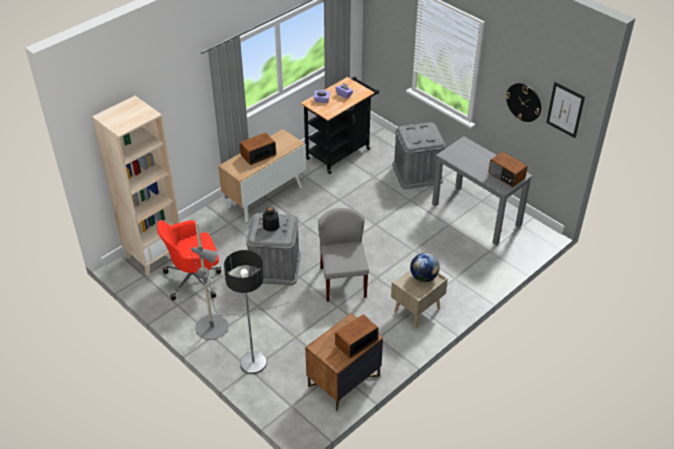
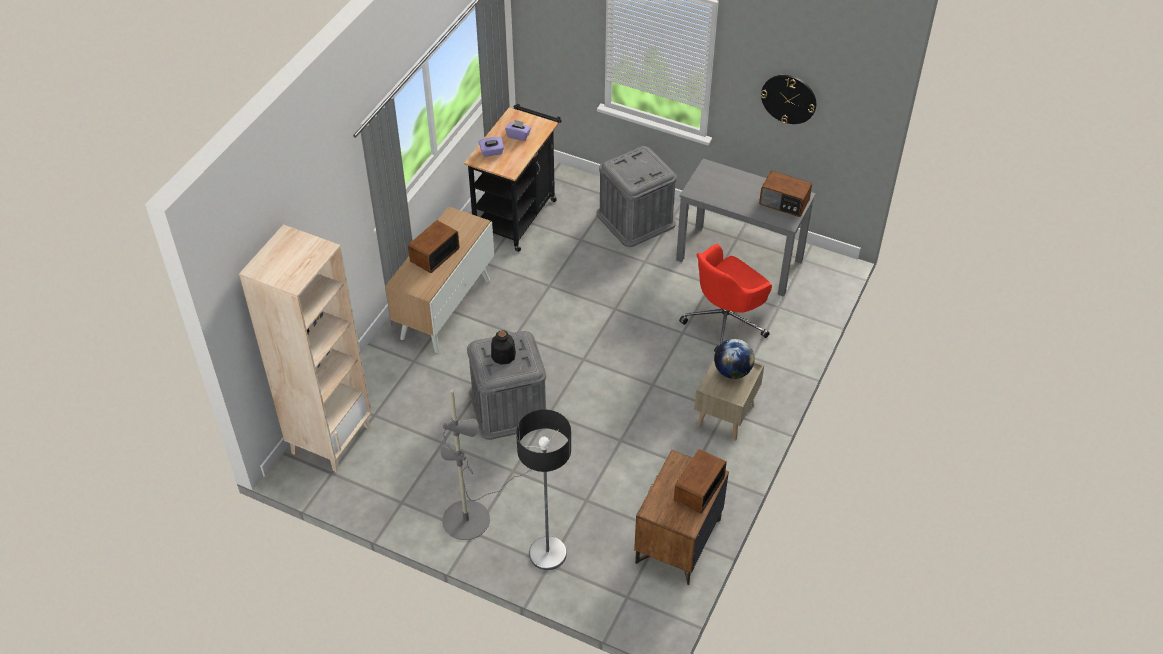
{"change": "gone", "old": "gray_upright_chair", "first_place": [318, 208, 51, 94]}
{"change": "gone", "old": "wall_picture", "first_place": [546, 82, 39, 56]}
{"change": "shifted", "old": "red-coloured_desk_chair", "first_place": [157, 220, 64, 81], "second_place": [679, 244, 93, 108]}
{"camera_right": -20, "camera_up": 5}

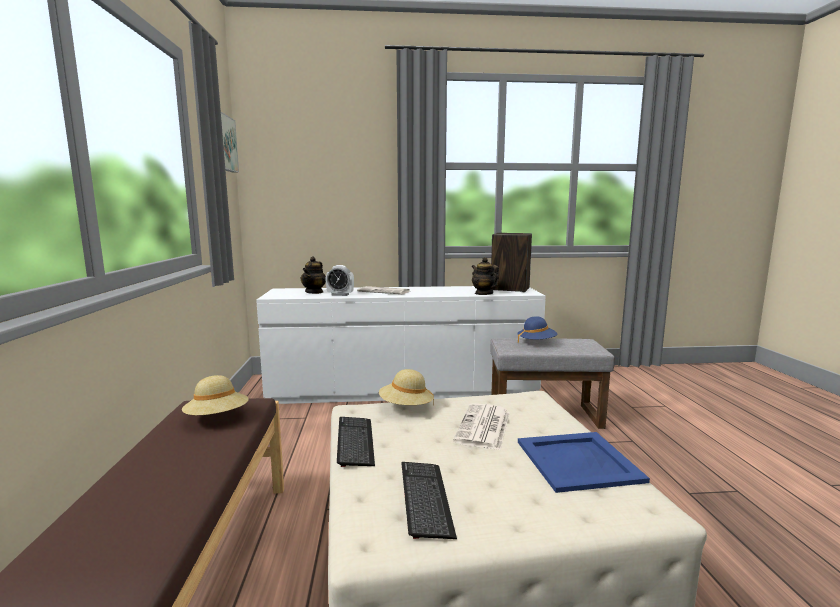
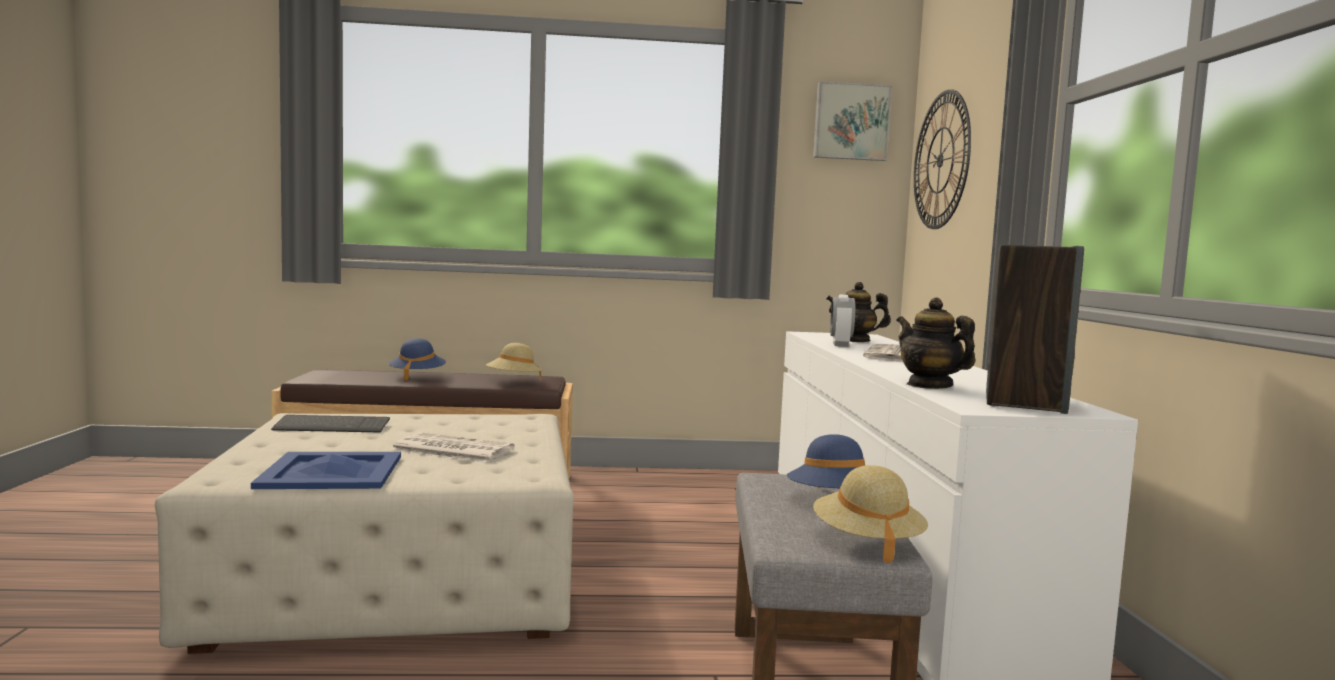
{"change": "gone", "old": "keyboard", "first_place": [337, 417, 38, 50]}
{"change": "new", "new": "blue-coloured_hat", "second_place": [389, 338, 57, 43]}
{"change": "new", "new": "clock_on_the_wall", "second_place": [914, 89, 57, 140]}
{"change": "shifted", "old": "beige_hat", "first_place": [379, 369, 55, 36], "second_place": [813, 465, 115, 99]}
{"change": "rotated", "old": "pot_for_tea", "first_place": [472, 257, 27, 38], "second_place": [896, 298, 79, 91], "degrees": -90}
{"camera_right": 90, "camera_up": -5}

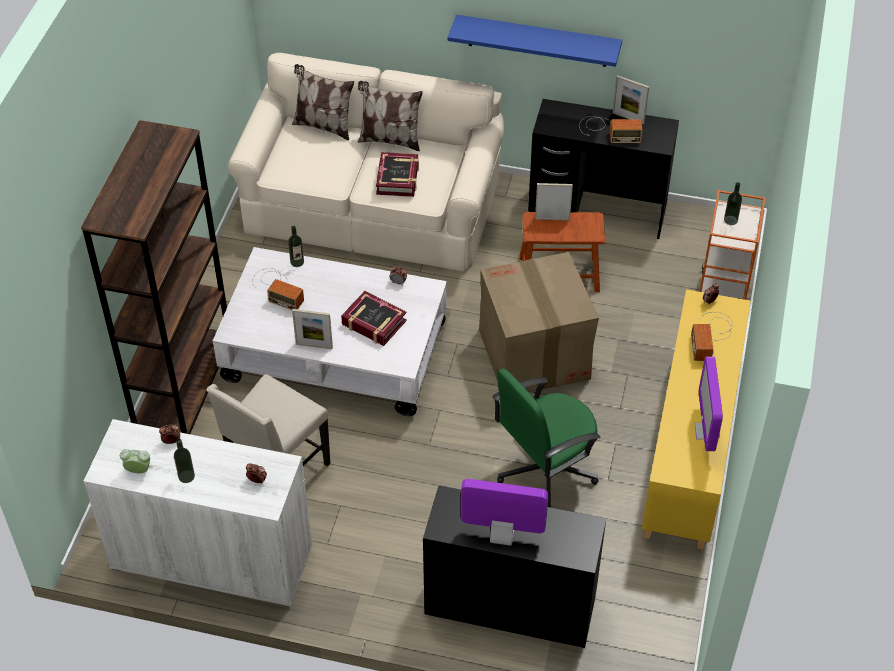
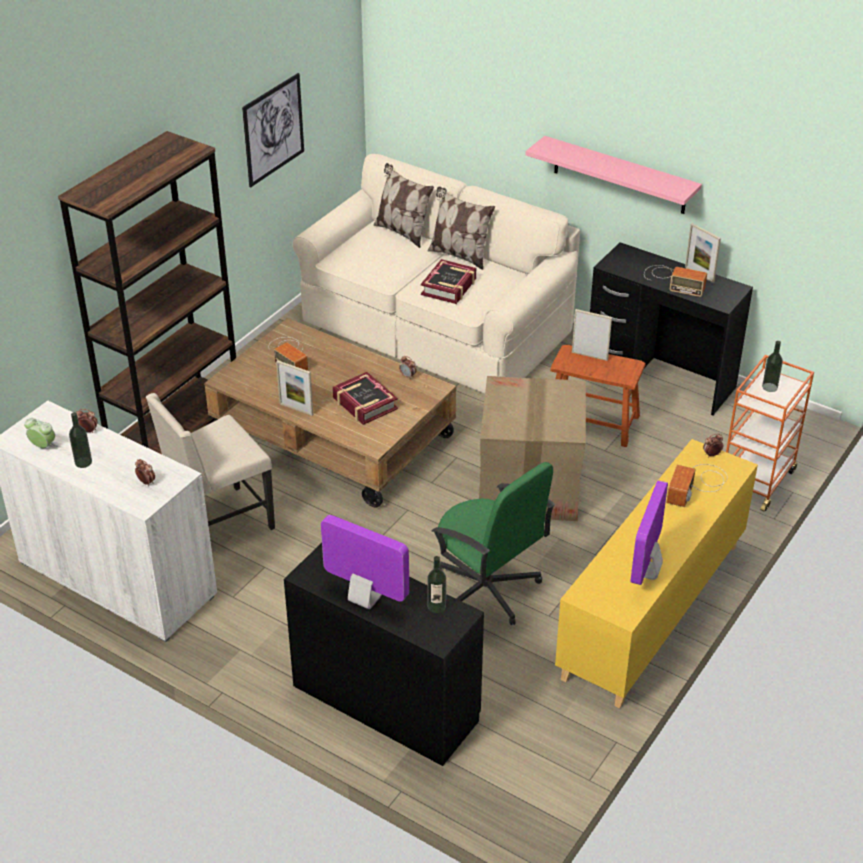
{"change": "new", "new": "wall_picture", "second_place": [242, 73, 62, 114]}
{"change": "shifted", "old": "drink_bottle", "first_place": [288, 226, 16, 41], "second_place": [427, 556, 19, 57]}
{"change": "repainted", "old": "whitish_lounge_table", "new": "brown-coloured_lounge_table", "first_place": [213, 247, 234, 169], "second_place": [204, 318, 252, 190]}
{"change": "repainted", "old": "blue-coloured_shelf", "new": "pink_shelf", "first_place": [448, 15, 174, 52], "second_place": [526, 136, 176, 78]}
{"change": "rotated", "old": "green_desk_chair", "first_place": [492, 369, 109, 138], "second_place": [431, 462, 124, 163], "degrees": -120}
{"camera_right": 20, "camera_up": -10}

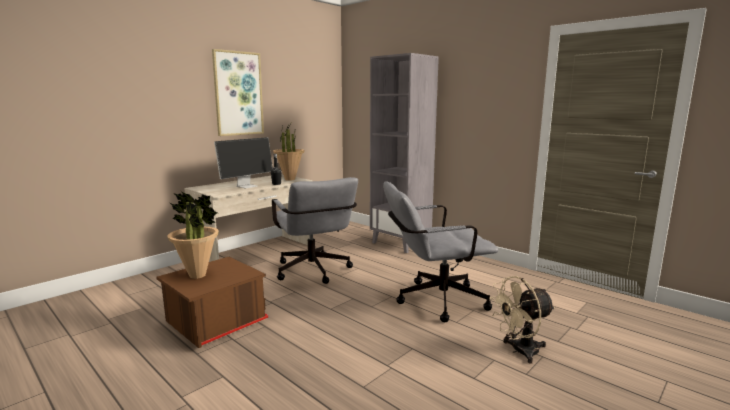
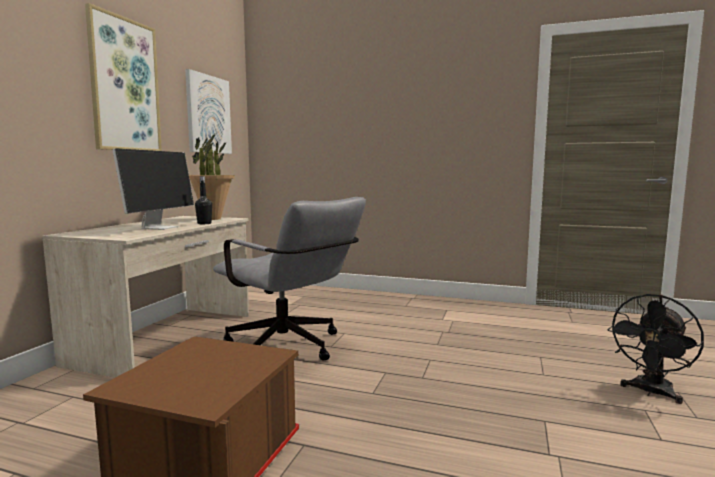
{"change": "gone", "old": "plant_in_a_pot", "first_place": [167, 191, 52, 88]}
{"change": "gone", "old": "gray_bookcase", "first_place": [370, 53, 69, 200]}
{"change": "gone", "old": "gray_desk_chair", "first_place": [383, 181, 115, 141]}
{"change": "new", "new": "wall_picture", "second_place": [185, 69, 47, 85]}
{"change": "repainted", "old": "beige_fan", "new": "black_fan", "first_place": [489, 276, 66, 88], "second_place": [608, 294, 96, 110]}
{"camera_right": -25, "camera_up": -5}

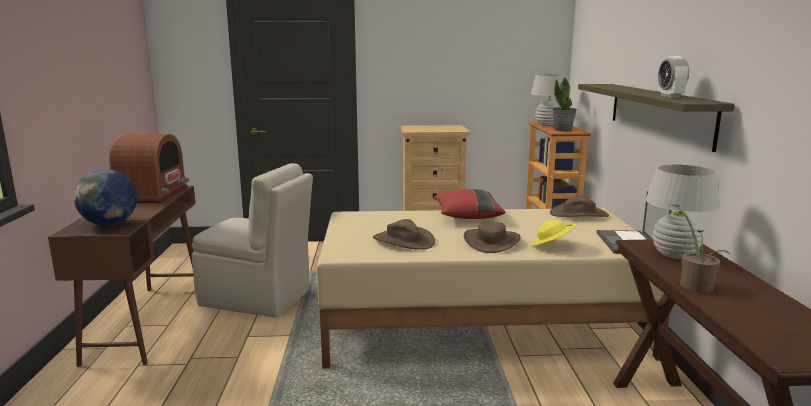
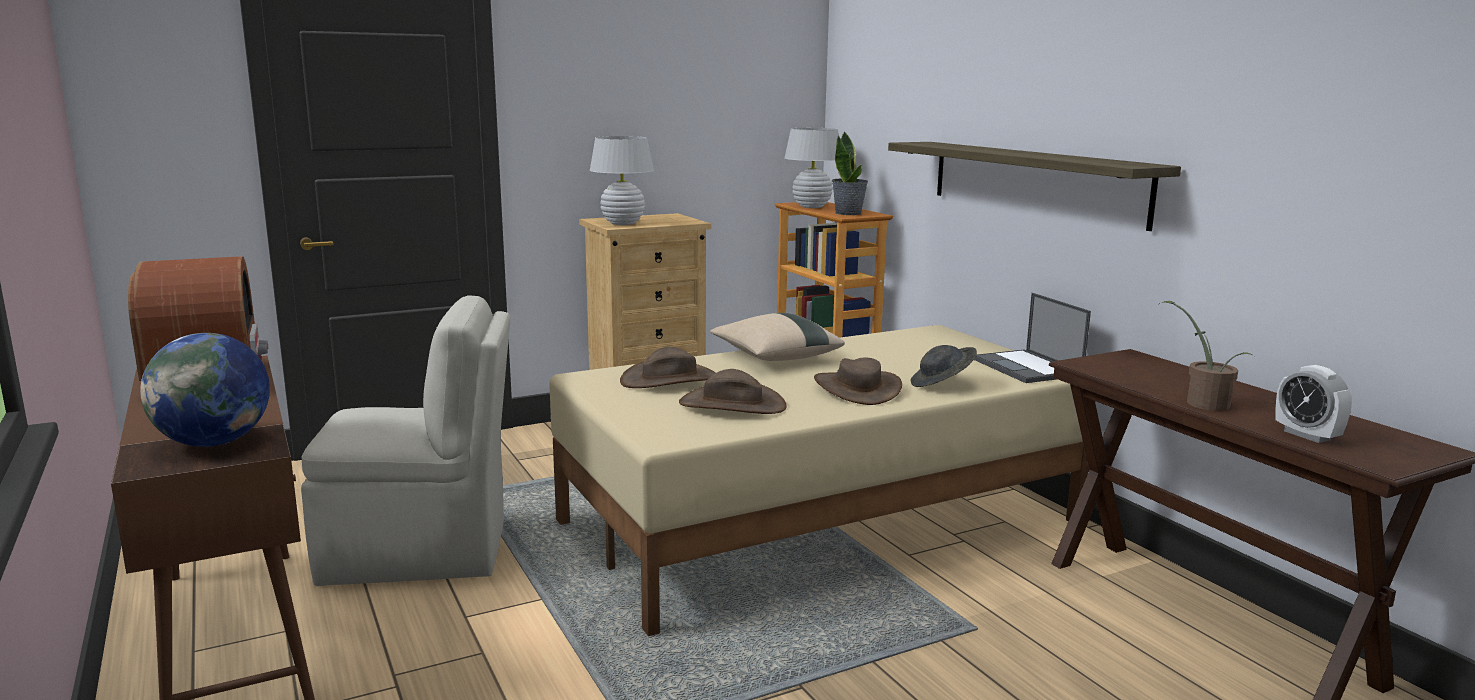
{"change": "shifted", "old": "brown-coloured_hat", "first_place": [550, 196, 59, 21], "second_place": [620, 347, 95, 41]}
{"change": "shifted", "old": "whitish_table_lamp", "first_place": [646, 164, 74, 95], "second_place": [590, 136, 64, 89]}
{"change": "shifted", "old": "table_clock", "first_place": [658, 56, 31, 42], "second_place": [1276, 365, 76, 78]}
{"change": "repainted", "old": "red-coloured_pillow", "new": "beige_pillow", "first_place": [434, 189, 71, 30], "second_place": [710, 313, 135, 48]}
{"change": "repainted", "old": "yellowish_hat", "new": "gray_hat", "first_place": [531, 220, 46, 26], "second_place": [911, 345, 66, 42]}
{"camera_right": -25, "camera_up": 0}

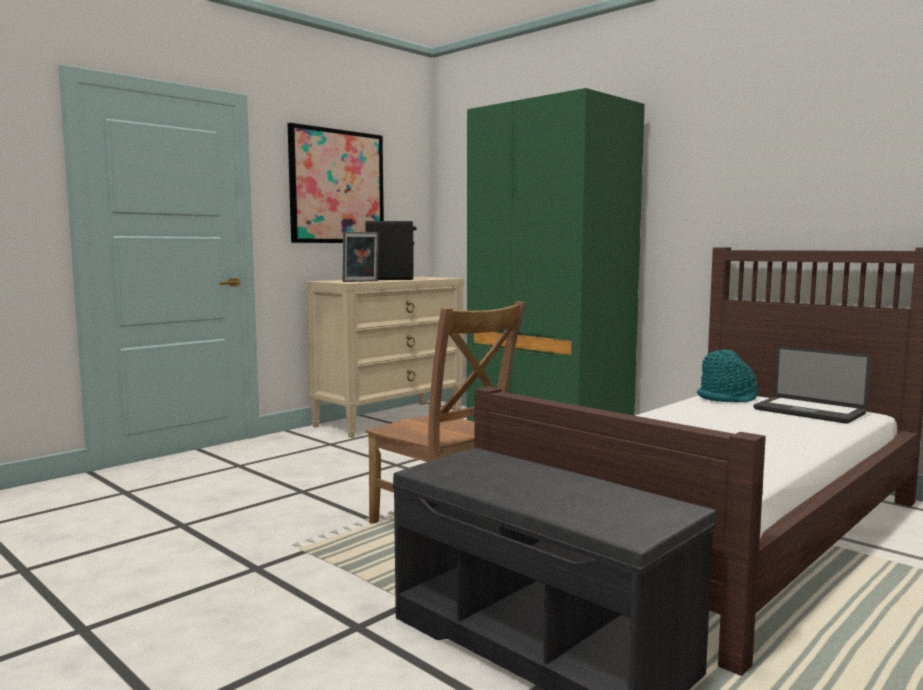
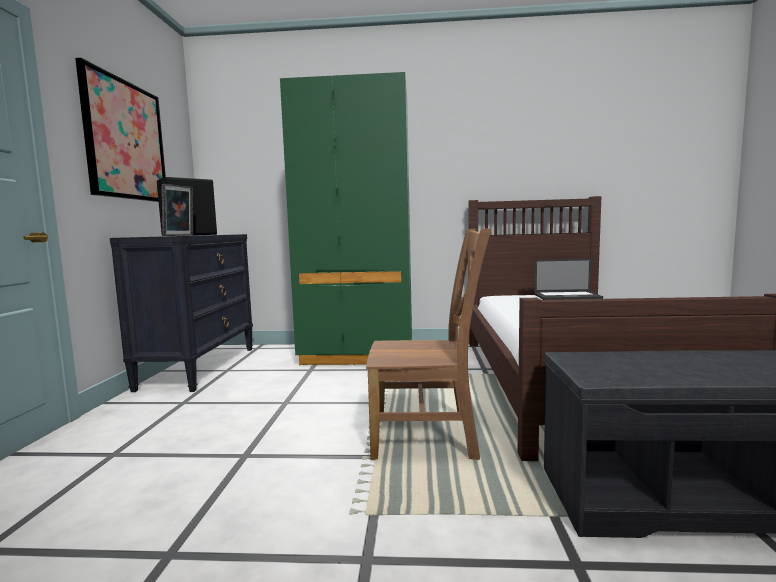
{"change": "gone", "old": "turquoise-coloured_hat", "first_place": [697, 349, 61, 54]}
{"change": "repainted", "old": "beige_drawer_chest", "new": "black_drawer_chest", "first_place": [305, 277, 159, 161], "second_place": [110, 234, 143, 158]}
{"camera_right": -40, "camera_up": 0}

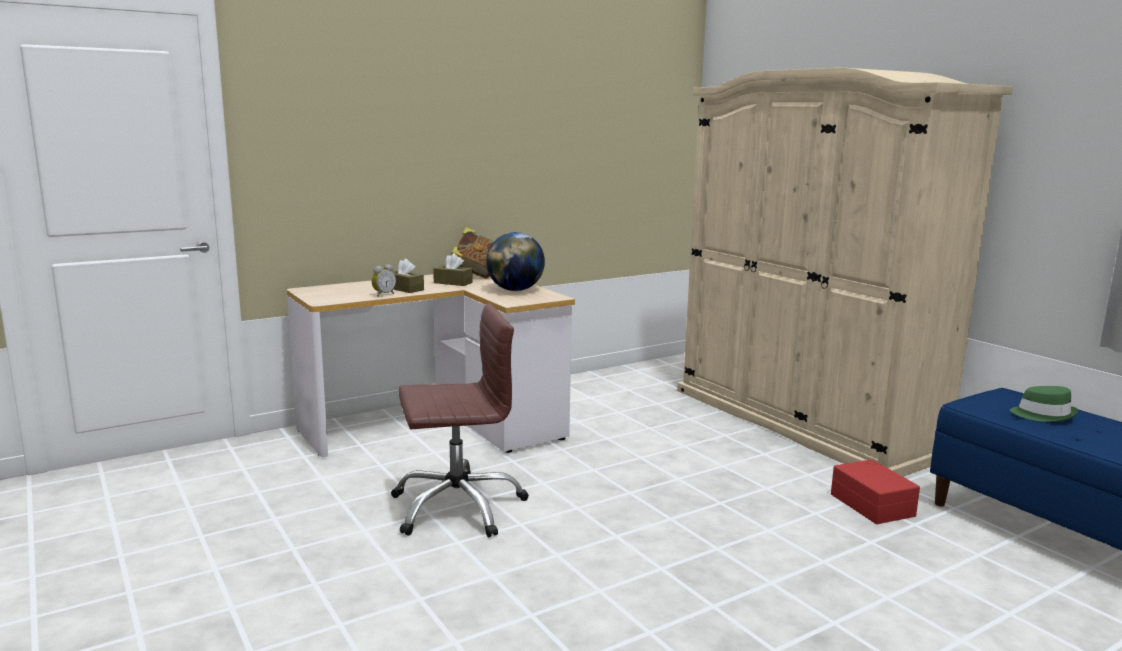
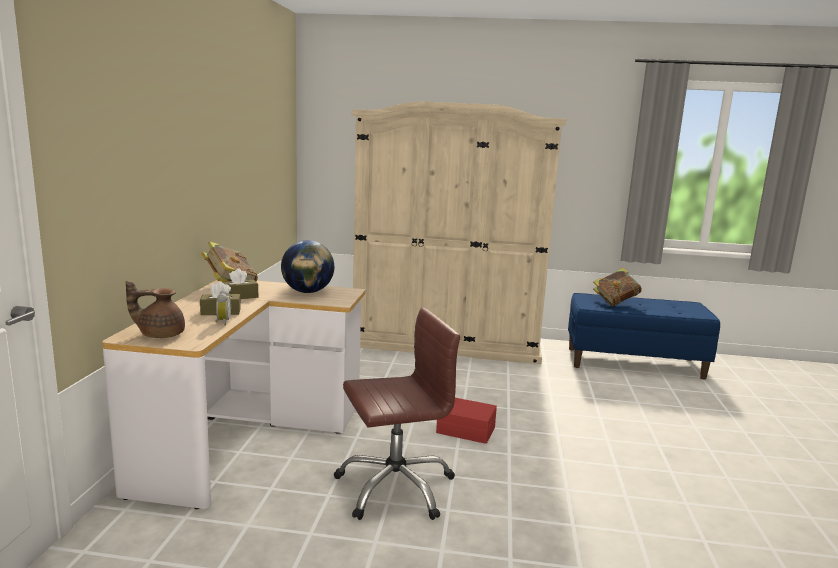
{"change": "new", "new": "brown-coloured_pot_for_tea", "second_place": [126, 281, 59, 57]}
{"change": "shifted", "old": "red-coloured_storage_bin", "first_place": [831, 459, 89, 65], "second_place": [436, 398, 61, 46]}
{"change": "swapped", "old": "green_hat", "new": "bound_book", "first_place": [1010, 386, 68, 36], "second_place": [593, 268, 49, 38]}
{"change": "rotated", "old": "brown-coloured_desk_chair", "first_place": [391, 303, 138, 234], "second_place": [334, 307, 126, 213], "degrees": 45}
{"camera_right": -50, "camera_up": 0}

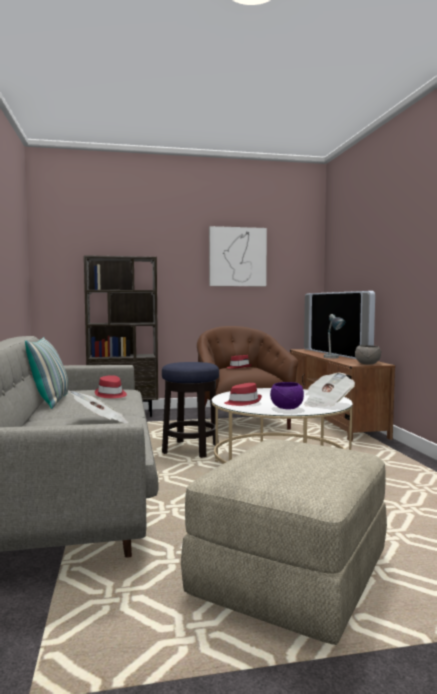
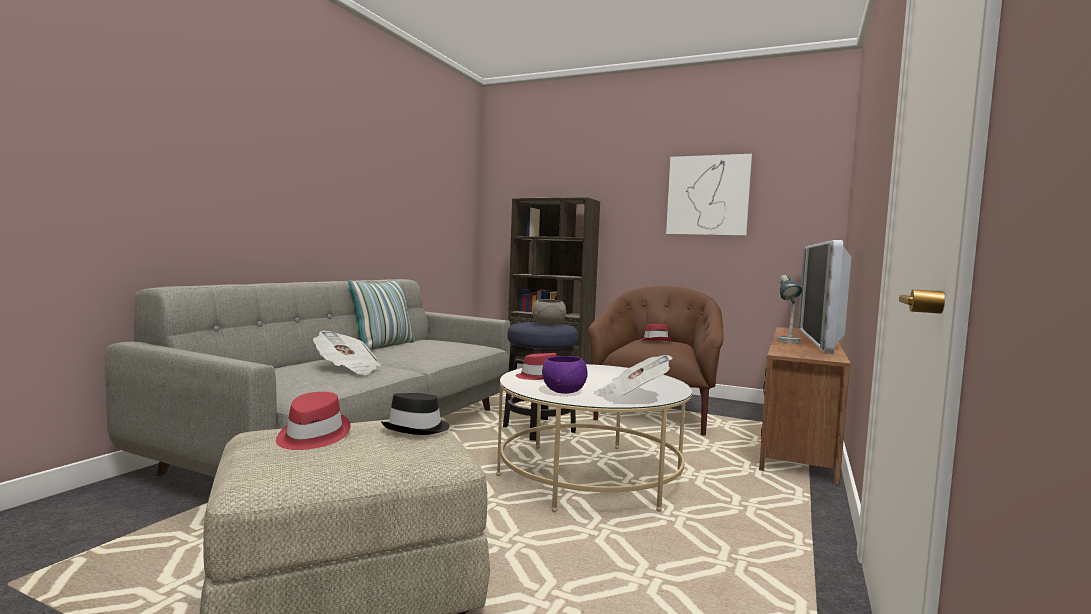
{"change": "new", "new": "black_hat", "second_place": [381, 393, 69, 42]}
{"change": "shifted", "old": "red-coloured_hat", "first_place": [95, 375, 32, 23], "second_place": [276, 392, 75, 58]}
{"change": "shifted", "old": "gray_serving_bowl", "first_place": [355, 345, 26, 20], "second_place": [532, 299, 35, 27]}
{"camera_right": 35, "camera_up": 0}

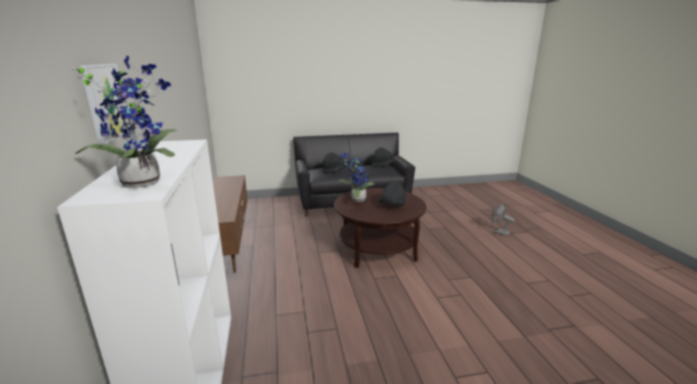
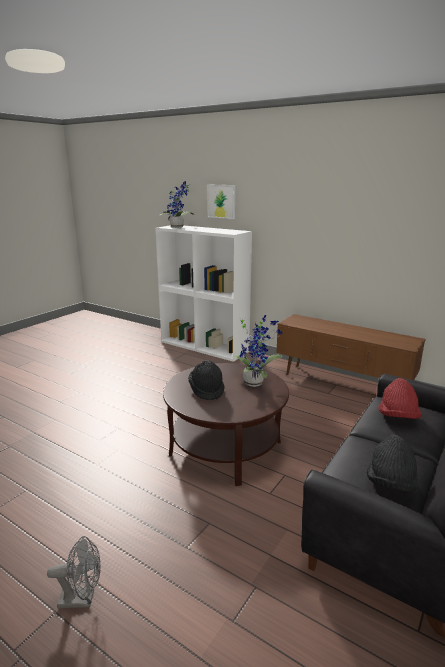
{"change": "repainted", "old": "black_hat", "new": "red-coloured_hat", "first_place": [322, 152, 24, 22], "second_place": [378, 378, 44, 41]}
{"camera_right": 135, "camera_up": 0}

